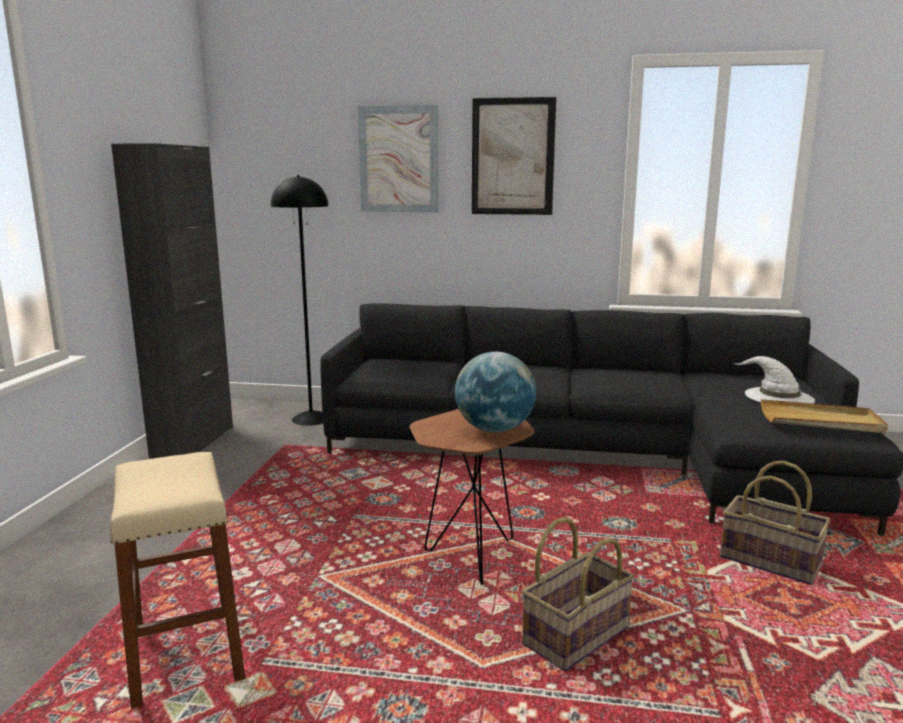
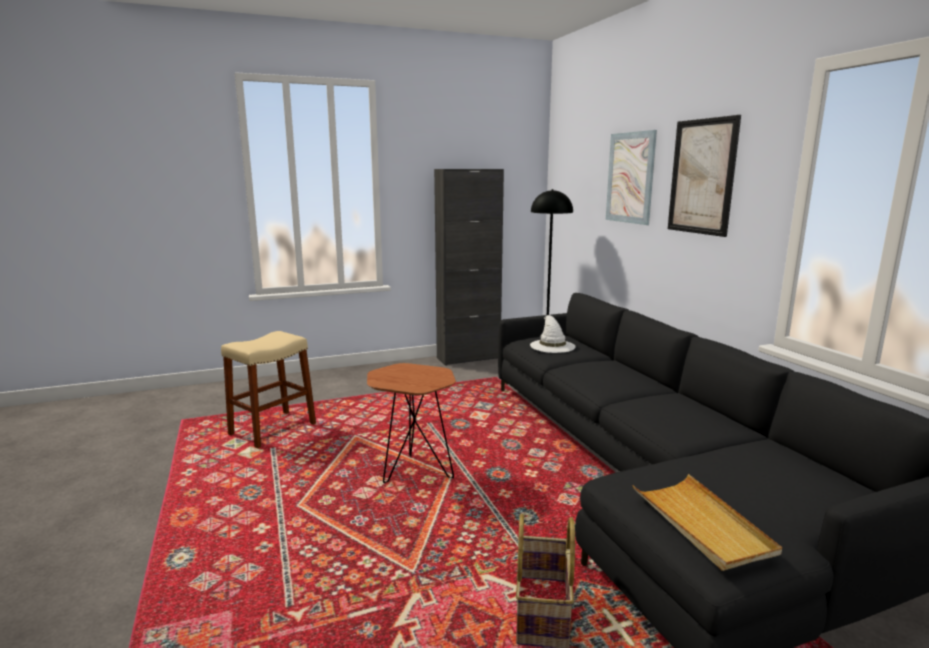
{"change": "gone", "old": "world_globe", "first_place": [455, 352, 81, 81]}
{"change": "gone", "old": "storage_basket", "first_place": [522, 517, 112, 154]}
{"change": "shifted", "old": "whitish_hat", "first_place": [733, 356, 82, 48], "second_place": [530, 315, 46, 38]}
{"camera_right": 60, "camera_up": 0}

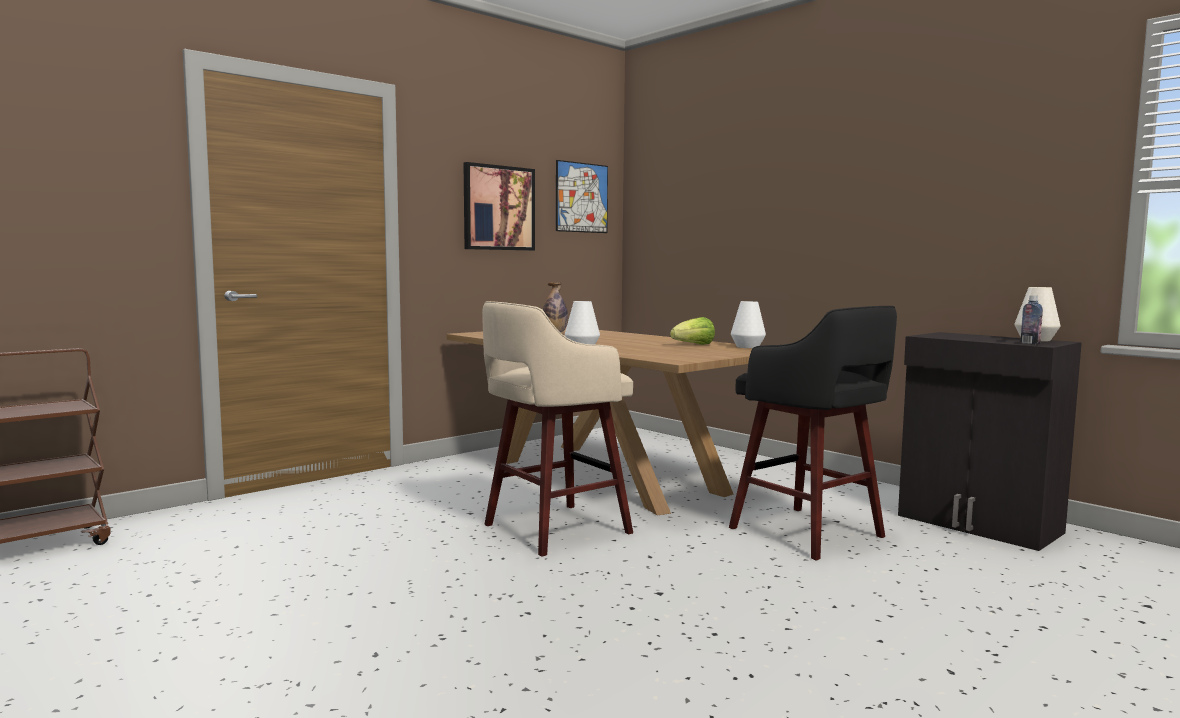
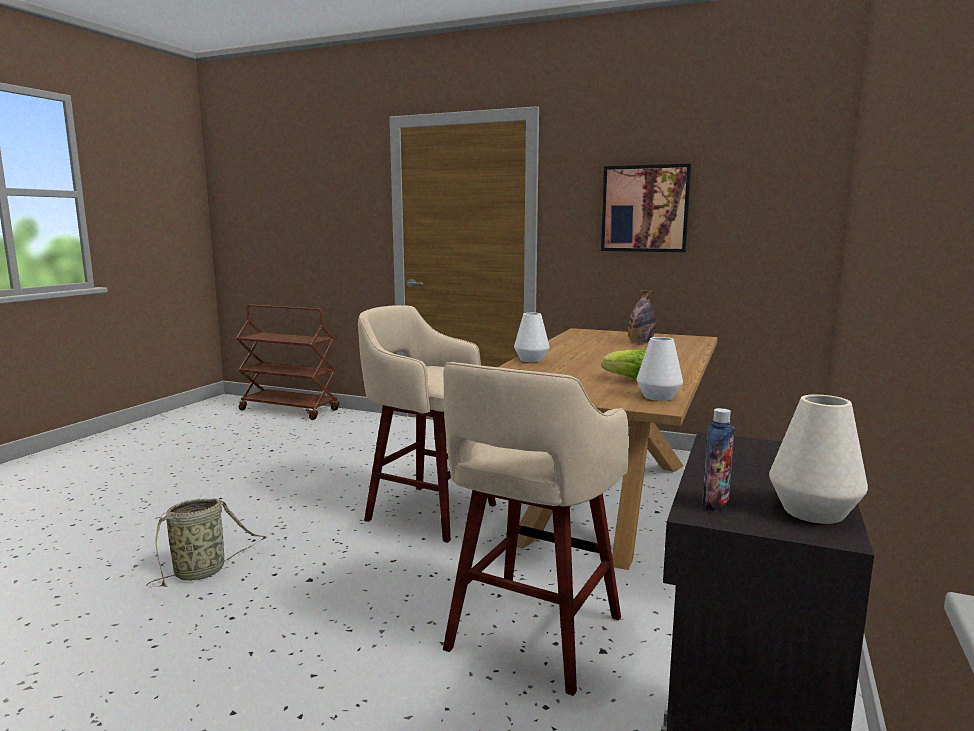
{"change": "gone", "old": "wall_picture", "first_place": [556, 160, 52, 73]}
{"change": "new", "new": "storage_basket", "second_place": [146, 498, 121, 89]}
{"change": "repainted", "old": "black_stool_seat", "new": "beige_stool_seat", "first_place": [729, 306, 168, 254], "second_place": [443, 362, 186, 334]}
{"camera_right": 65, "camera_up": 5}

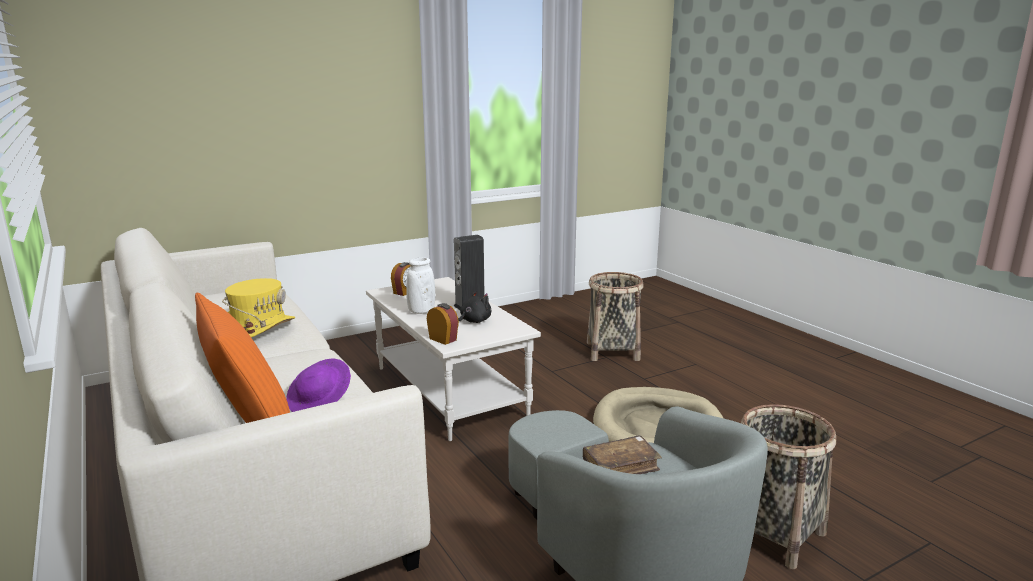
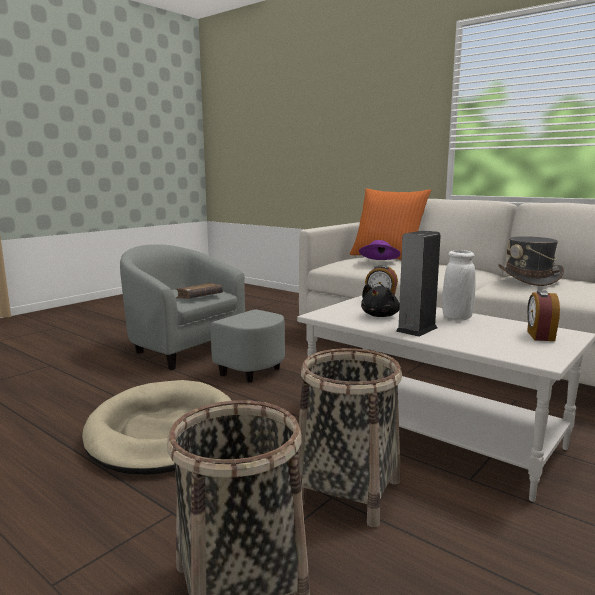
{"change": "shifted", "old": "storage_basket", "first_place": [741, 404, 95, 165], "second_place": [297, 348, 105, 179]}
{"change": "repainted", "old": "yellowish_hat", "new": "gray_hat", "first_place": [222, 278, 73, 59], "second_place": [498, 236, 66, 50]}
{"camera_right": 160, "camera_up": -5}

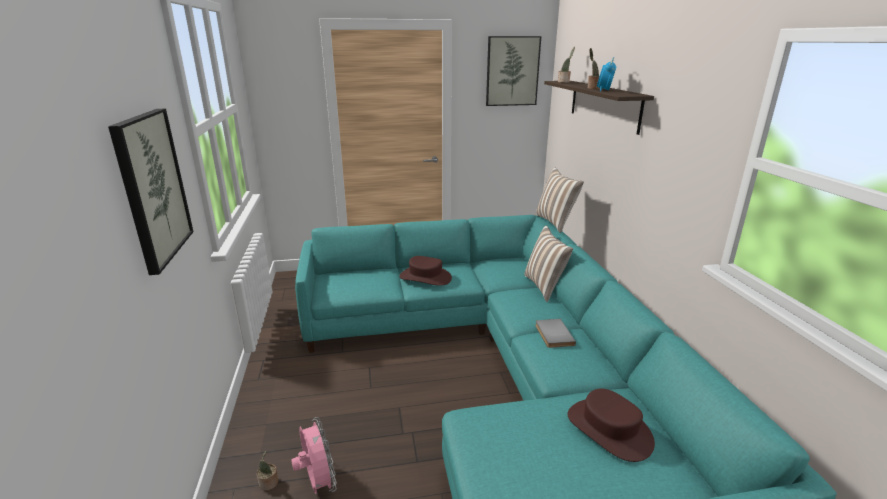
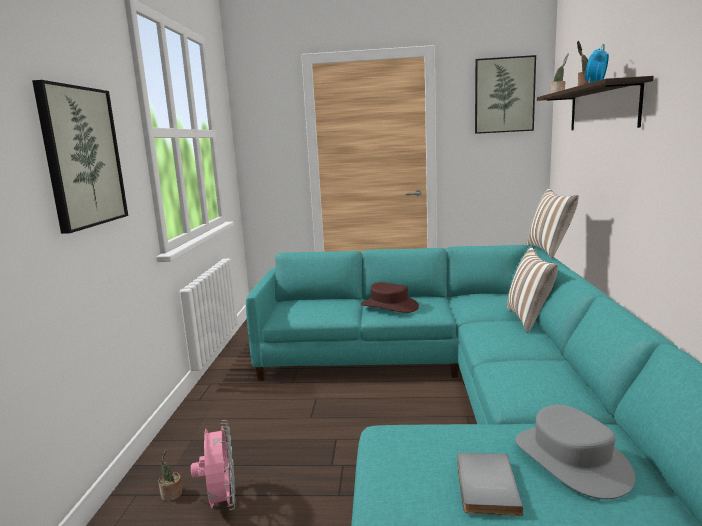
{"change": "shifted", "old": "gray_bound_book", "first_place": [535, 319, 41, 29], "second_place": [457, 453, 66, 63]}
{"change": "repainted", "old": "brown-coloured_hat", "new": "gray_hat", "first_place": [567, 389, 88, 73], "second_place": [515, 405, 120, 94]}
{"camera_right": 15, "camera_up": -10}

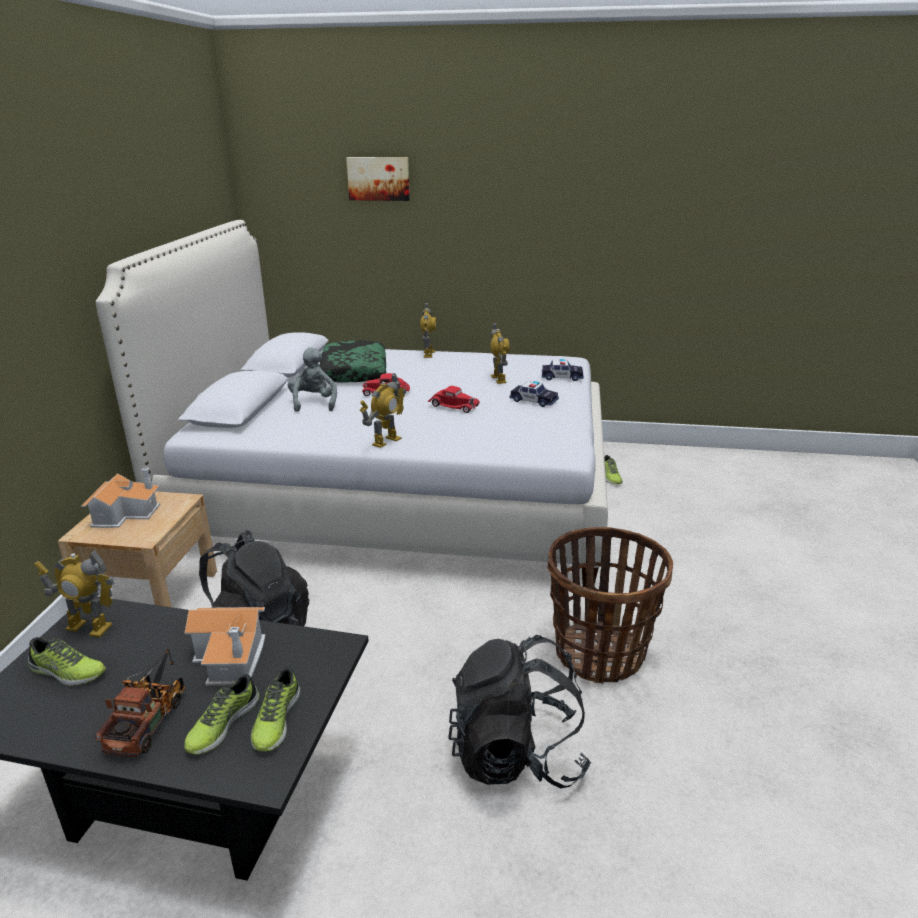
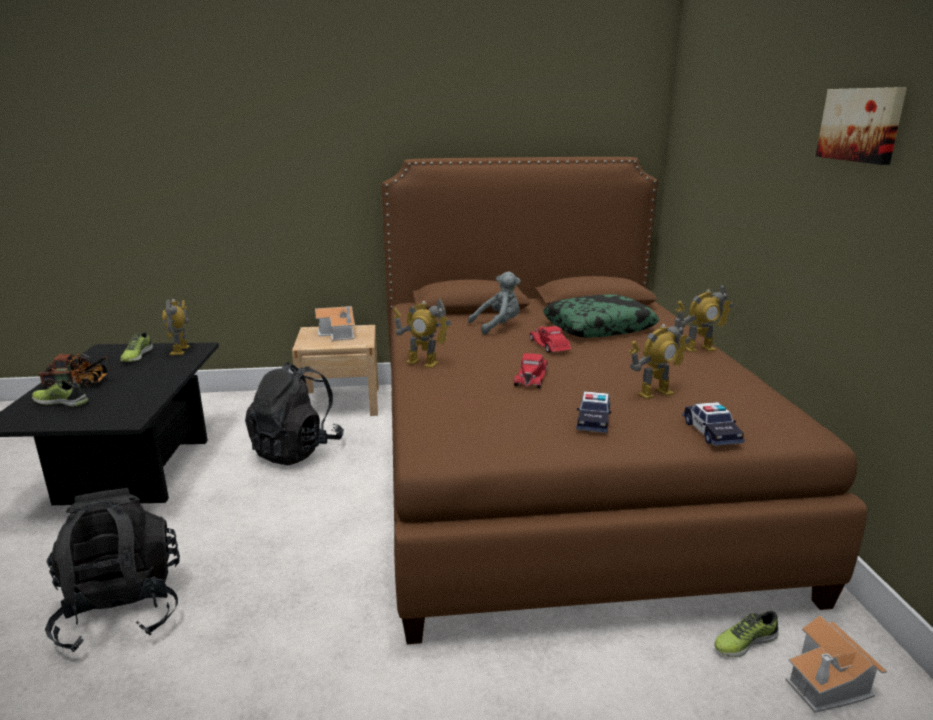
{"change": "gone", "old": "item_of_footwear", "first_place": [251, 667, 49, 84]}
{"change": "gone", "old": "storage_basket", "first_place": [547, 527, 126, 157]}
{"change": "shifted", "old": "model_house", "first_place": [185, 607, 81, 79], "second_place": [785, 615, 102, 98]}
{"change": "shifted", "old": "wall_picture", "first_place": [346, 157, 64, 44], "second_place": [816, 87, 91, 78]}
{"change": "repainted", "old": "whitish_sleeping_bed", "new": "brown-coloured_sleeping_bed", "first_place": [96, 220, 512, 367], "second_place": [382, 157, 485, 487]}
{"camera_right": 75, "camera_up": -5}

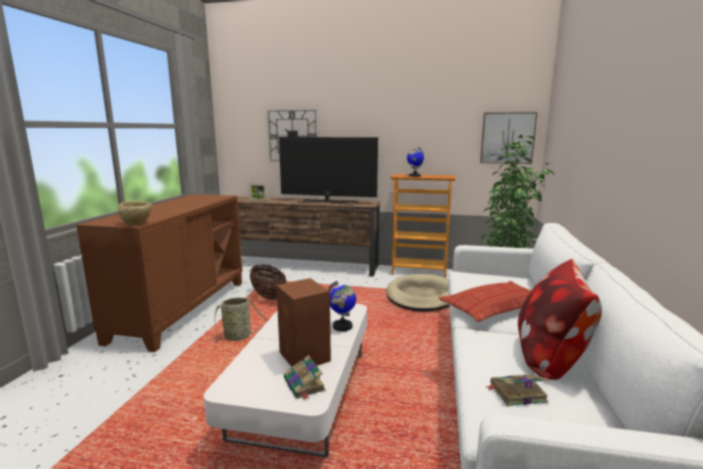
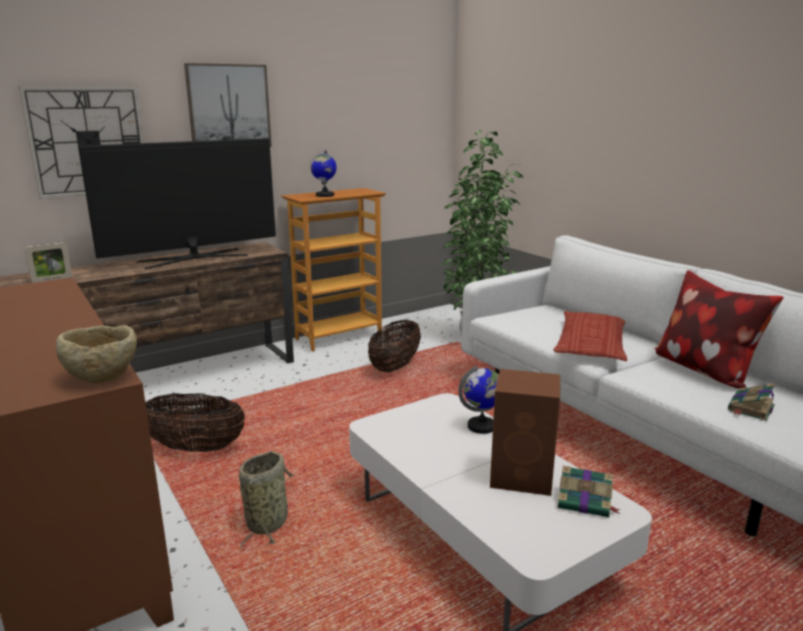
{"change": "shifted", "old": "wall_picture", "first_place": [480, 112, 58, 52], "second_place": [184, 63, 88, 84]}
{"change": "swapped", "old": "beige_dog_cushion", "new": "storage_basket", "first_place": [386, 274, 63, 38], "second_place": [368, 320, 53, 53]}
{"camera_right": -45, "camera_up": 5}

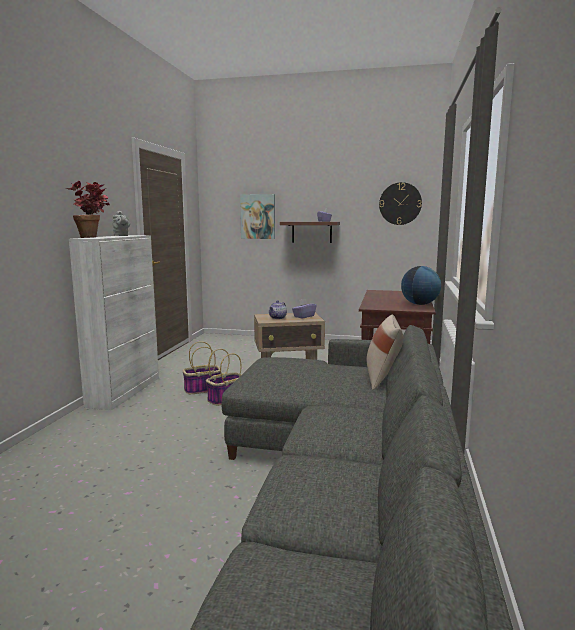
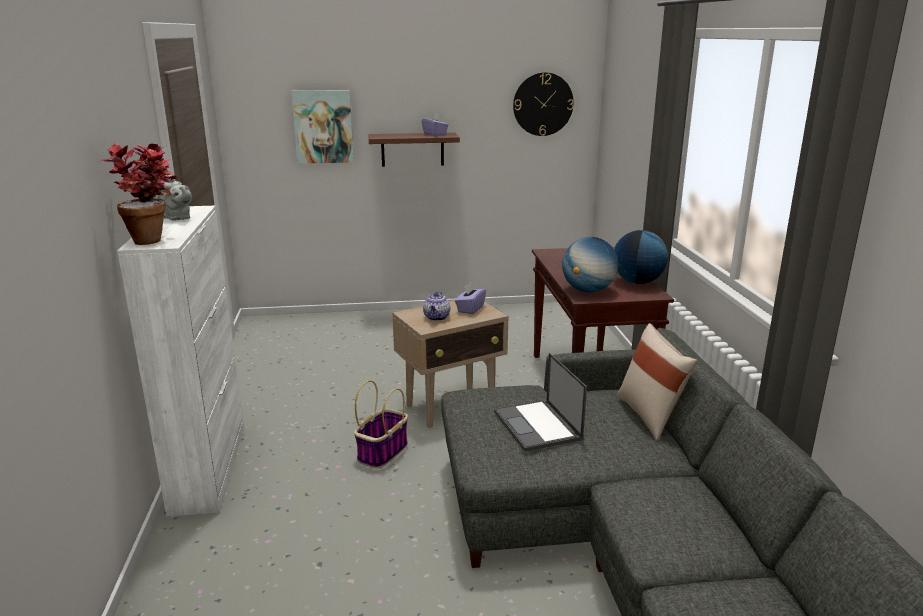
{"change": "gone", "old": "storage_basket", "first_place": [182, 341, 39, 53]}
{"change": "new", "new": "notebook_computer", "second_place": [494, 353, 93, 99]}
{"change": "new", "new": "world_globe", "second_place": [562, 237, 56, 55]}
{"camera_right": -20, "camera_up": 10}

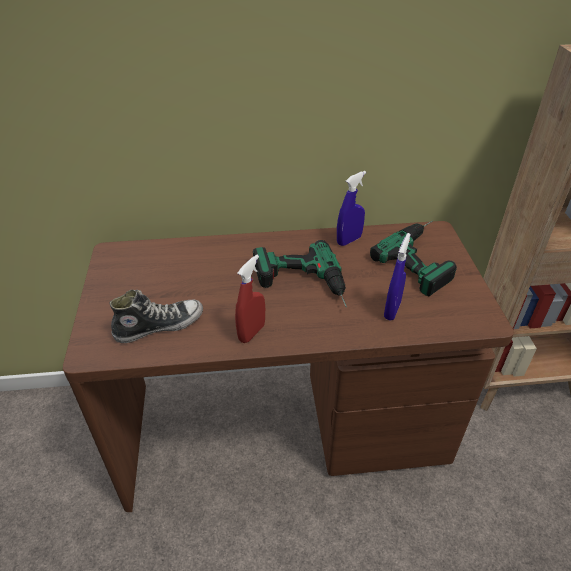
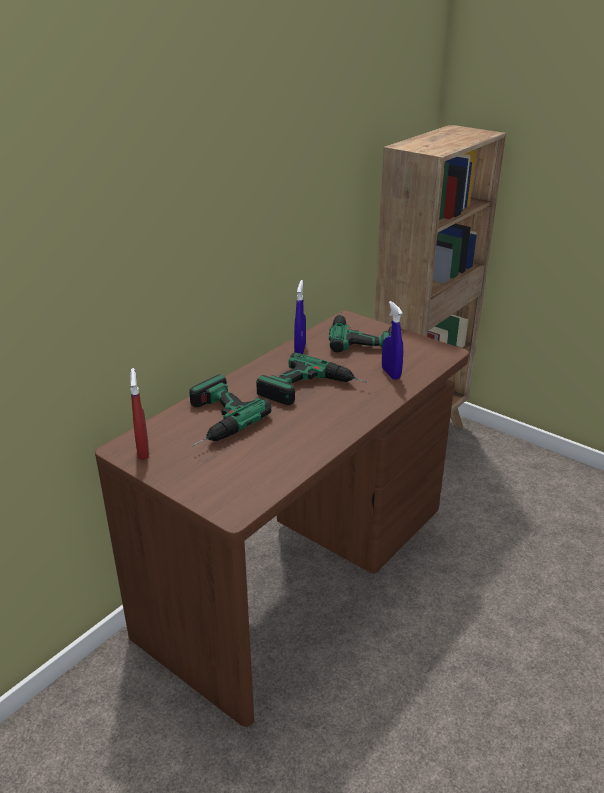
{"change": "gone", "old": "item_of_footwear", "first_place": [109, 290, 94, 53]}
{"change": "new", "new": "drill", "second_place": [189, 374, 82, 72]}
{"change": "shifted", "old": "red-coloured_hand_sprayer", "first_place": [235, 255, 30, 88], "second_place": [130, 368, 19, 92]}
{"camera_right": -45, "camera_up": -10}

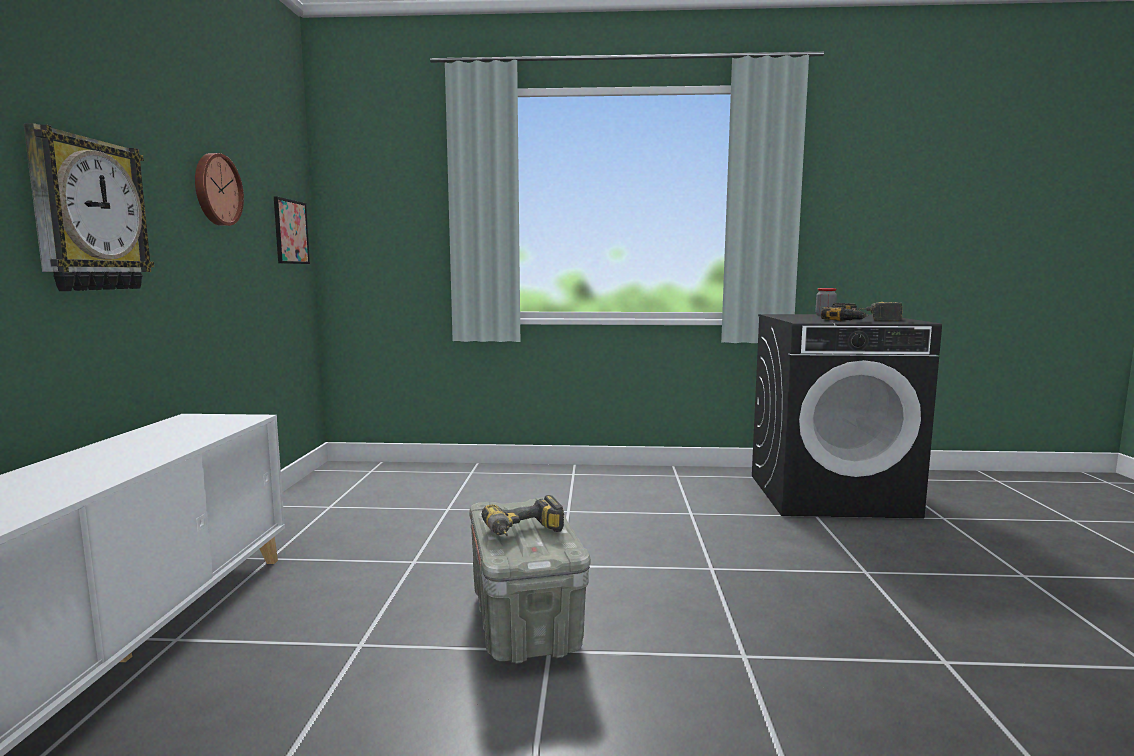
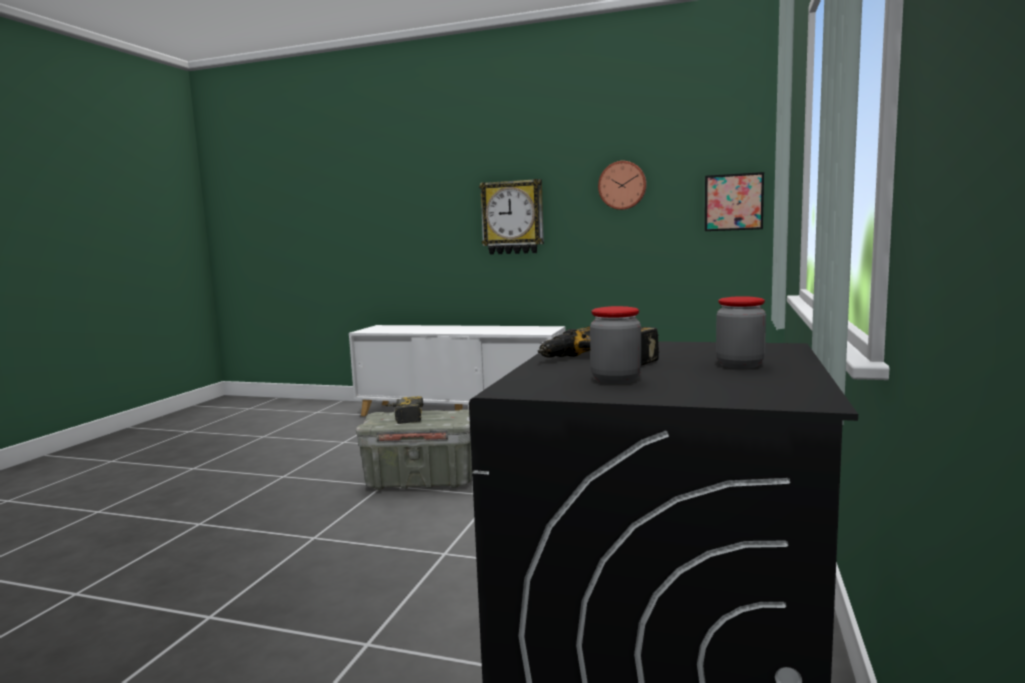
{"change": "swapped", "old": "drill", "new": "preserve_jar", "first_place": [859, 302, 44, 19], "second_place": [590, 306, 51, 78]}
{"camera_right": 105, "camera_up": 0}

